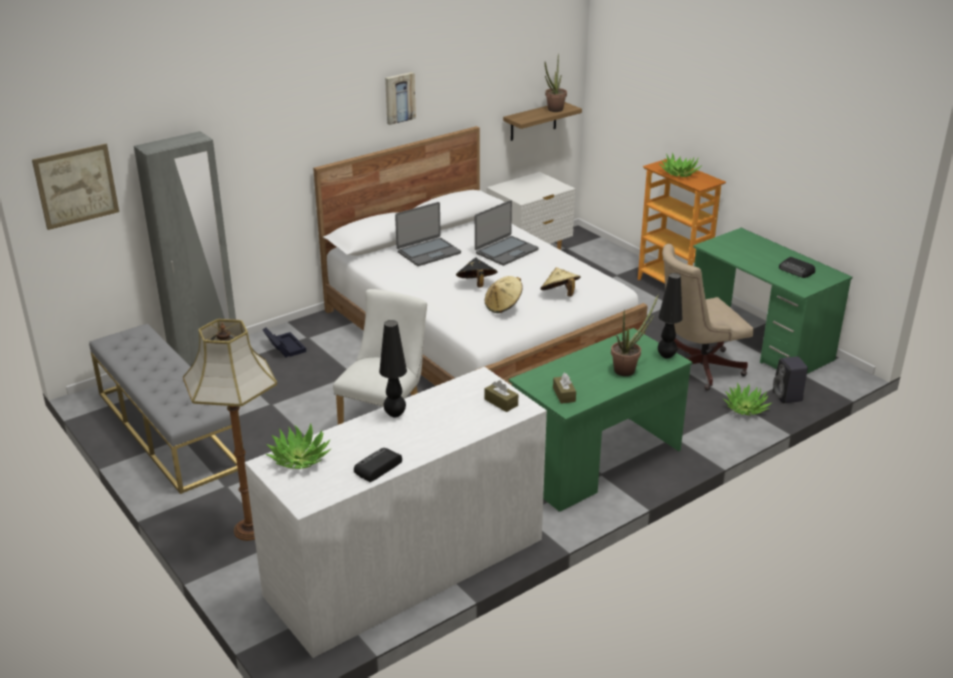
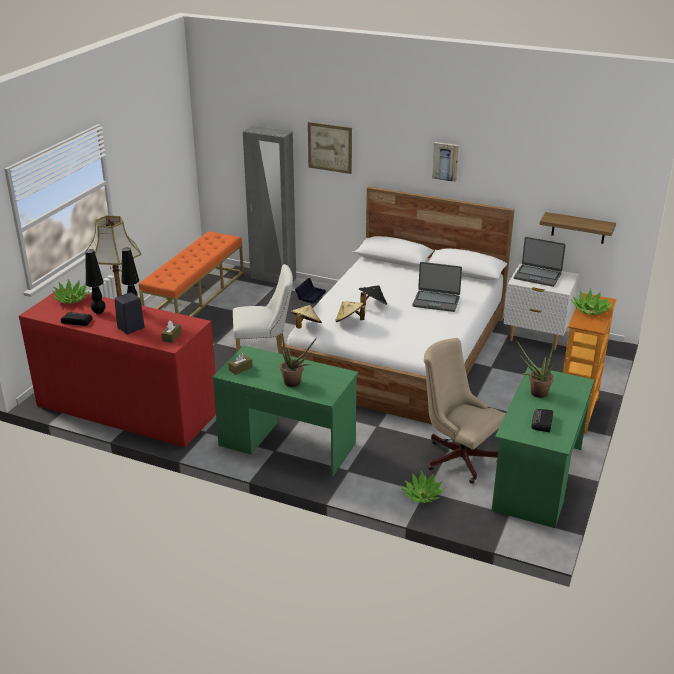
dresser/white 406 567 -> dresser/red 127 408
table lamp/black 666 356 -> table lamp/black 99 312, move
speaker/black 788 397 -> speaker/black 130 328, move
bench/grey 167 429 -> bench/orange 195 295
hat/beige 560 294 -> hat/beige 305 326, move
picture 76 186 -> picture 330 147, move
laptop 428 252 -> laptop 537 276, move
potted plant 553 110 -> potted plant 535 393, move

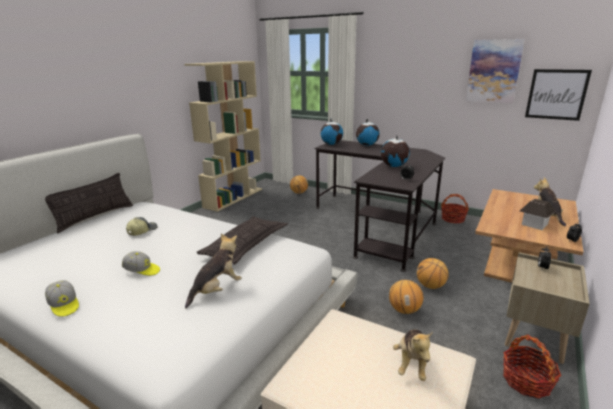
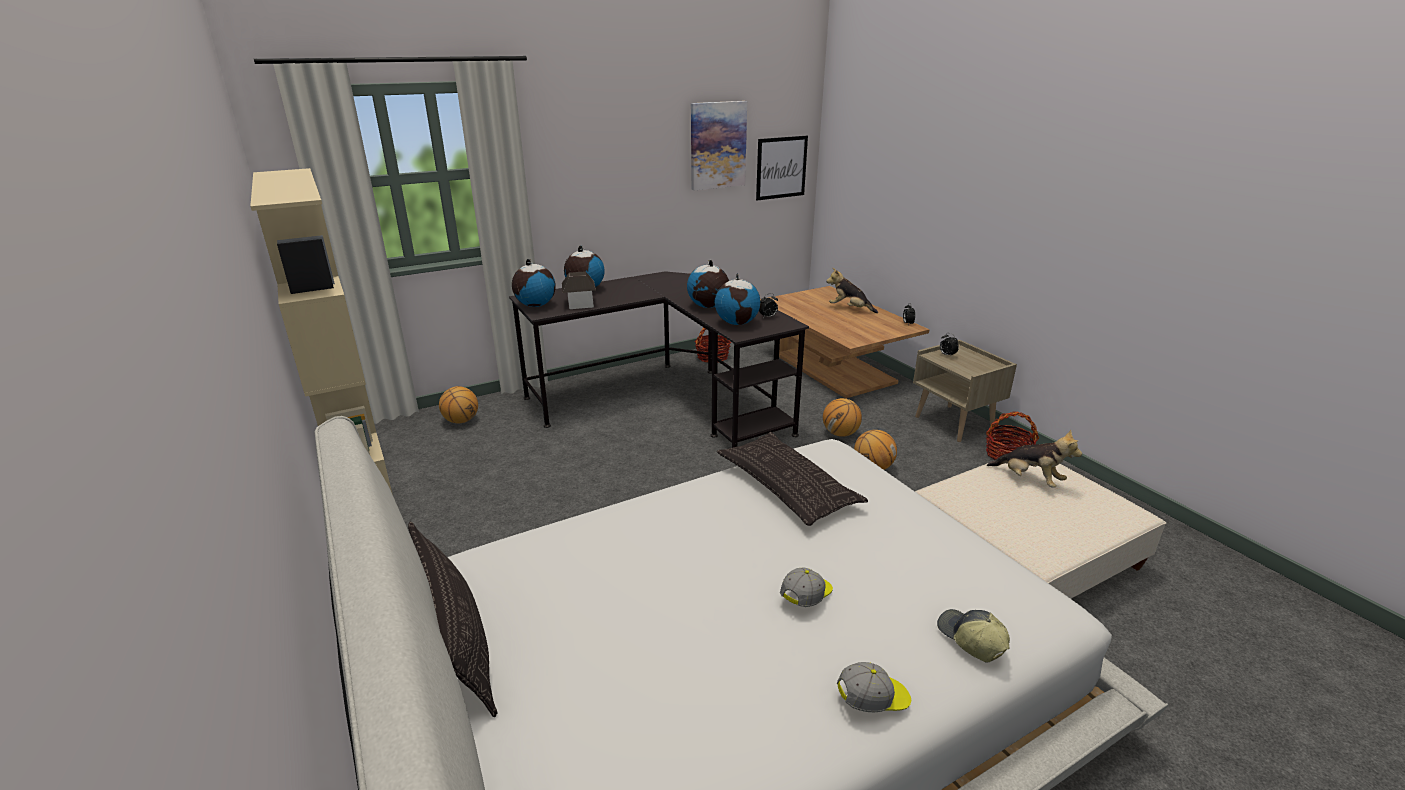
toy house 534 224 -> toy house 580 304, move
none -> globe 737 323
cap 142 231 -> cap 970 639, move
plush toy 217 290 -> none

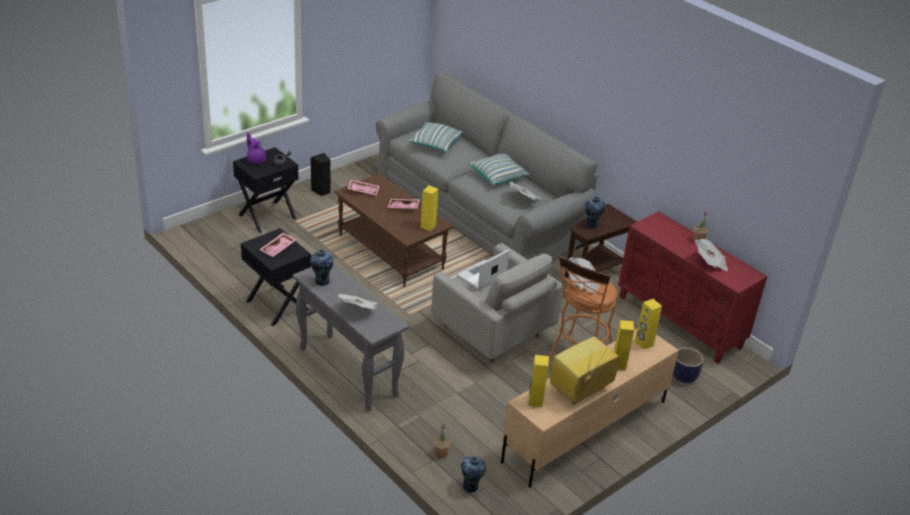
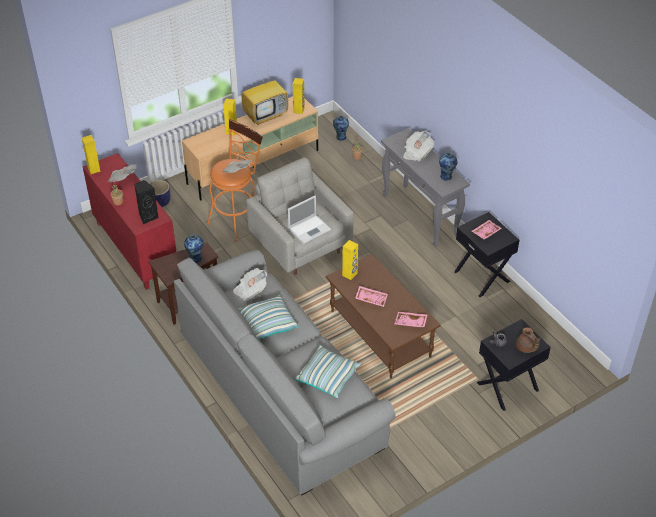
speaker/yellow 643 343 -> speaker/yellow 94 169, move
speaker/black 321 191 -> speaker/black 147 216, move
teapot/purple 256 160 -> teapot/brown 526 348

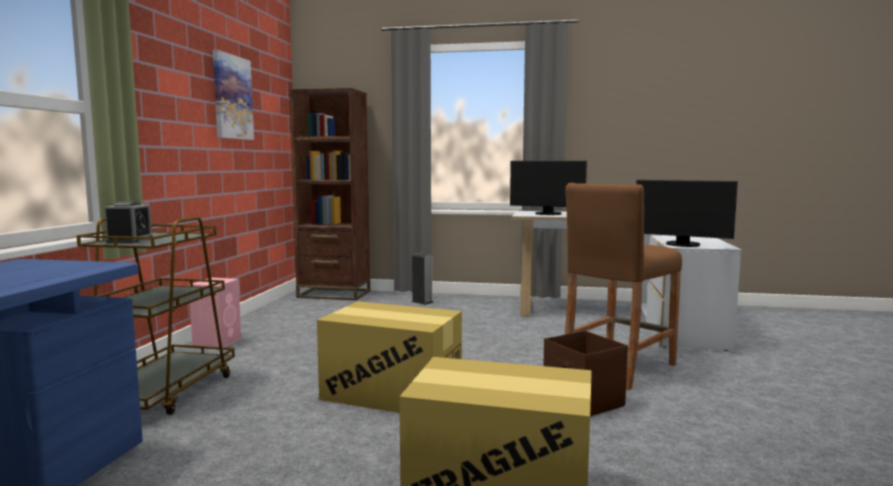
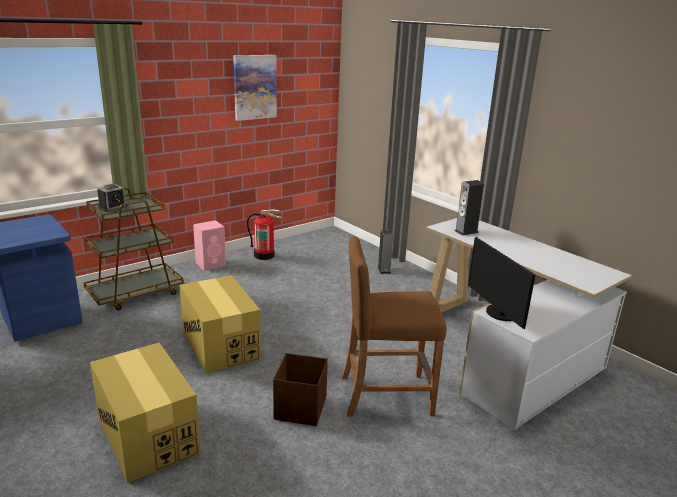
none -> fire extinguisher 264 255
monitor 547 214 -> speaker 466 231
bookcase/brown 334 294 -> none

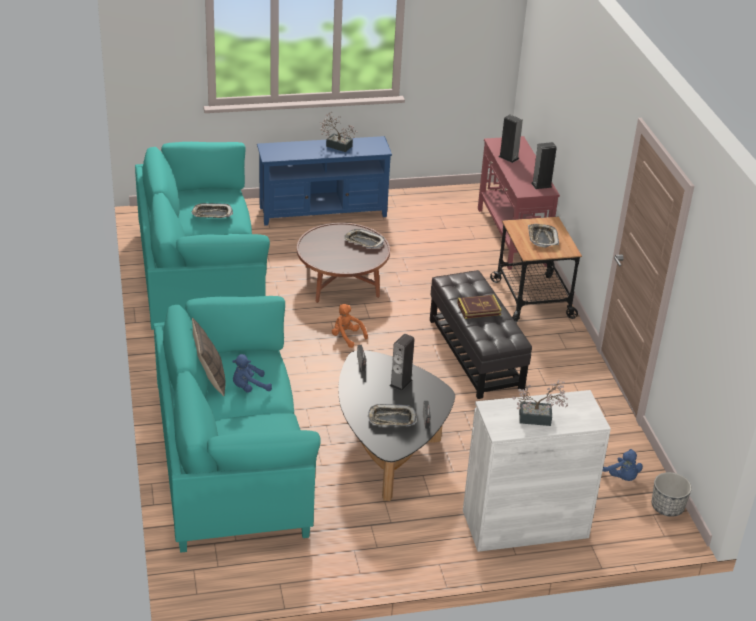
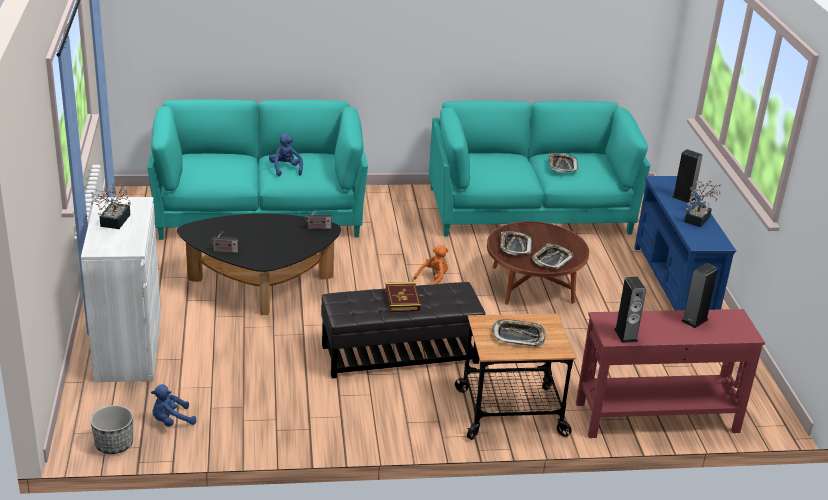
tray 391 419 -> tray 515 246, move
speaker 401 383 -> speaker 683 198, move
pillow 209 378 -> none

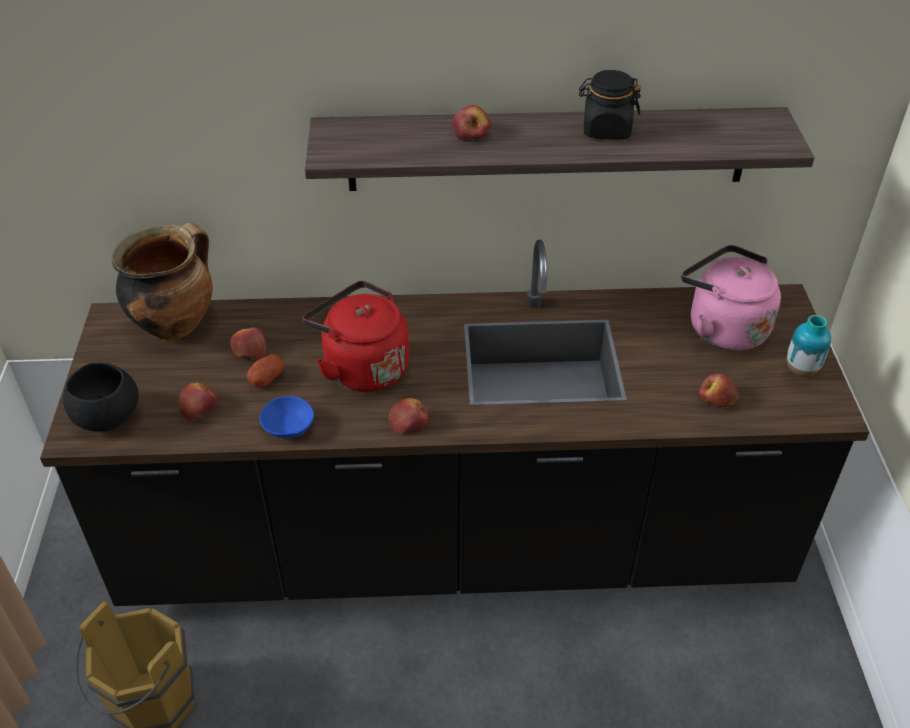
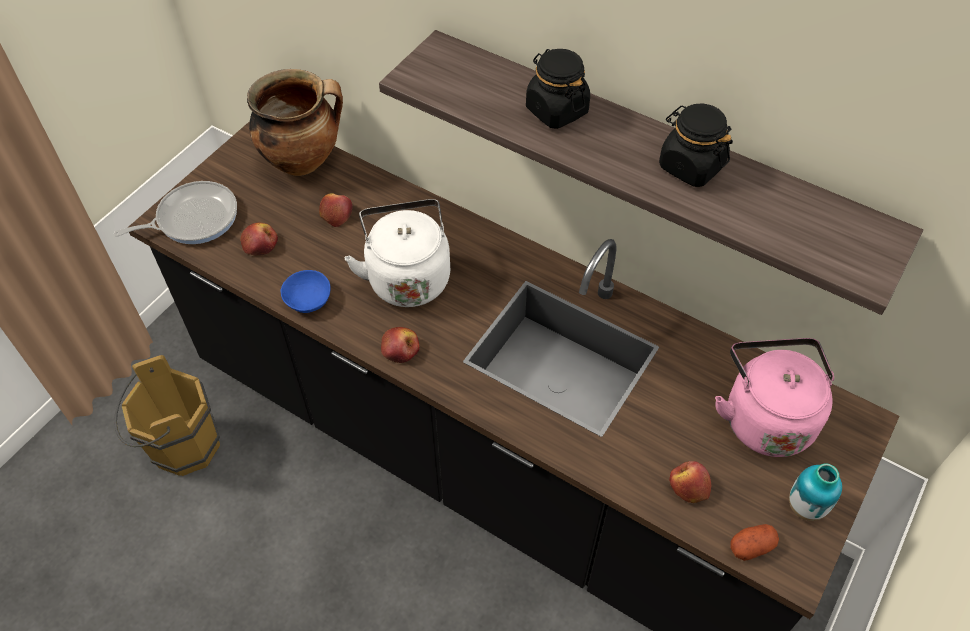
bowl/black 107 418 -> frying pan 193 218
kettle/red 362 367 -> kettle/white 407 276
apple 471 133 -> jar/black 556 110
potato 267 378 -> potato 751 546, move

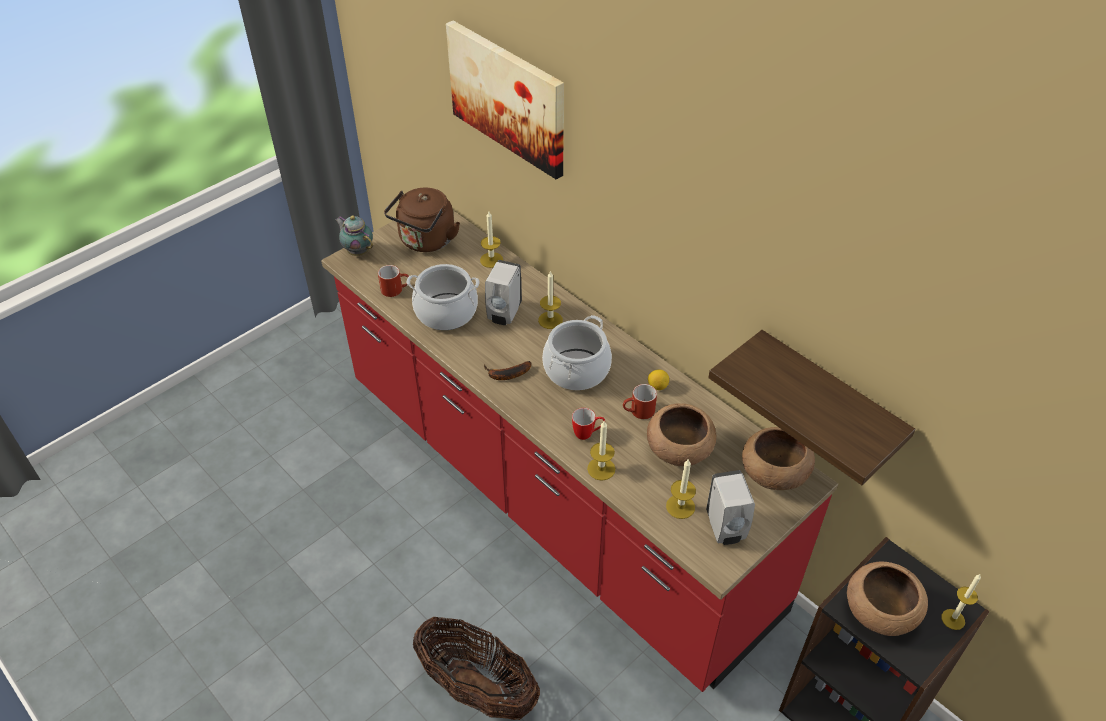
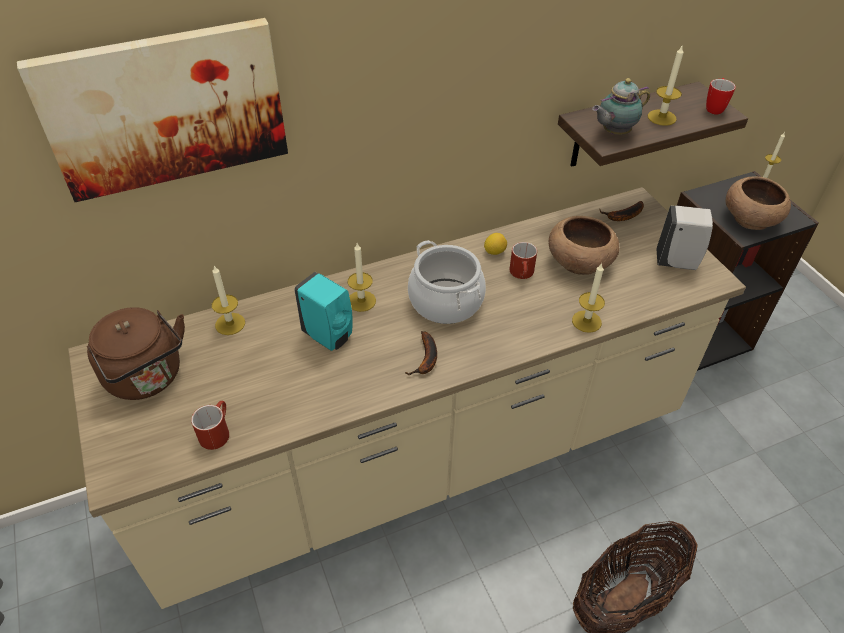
counter/red 553 494 -> counter/beige 420 458
soap dispenser/white 504 314 -> soap dispenser/turquoise 329 337
teapot 358 251 -> teapot 614 133, move
bowl/brown 773 473 -> banana 623 216
candle 680 506 -> candle 661 117, move
mug 588 434 -> mug 714 108, move
cooking pot 446 312 -> none

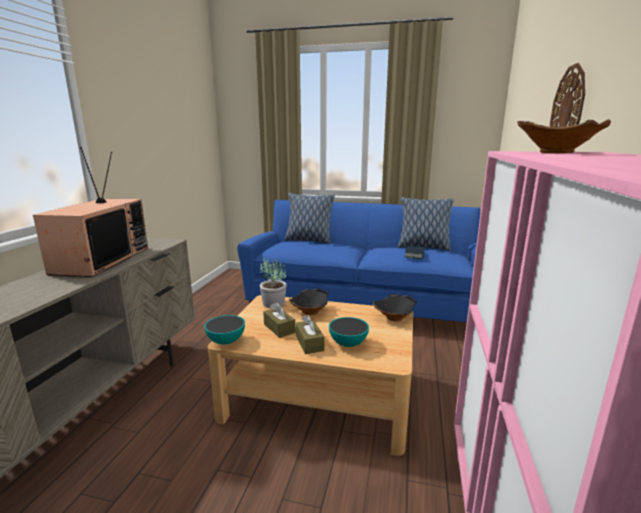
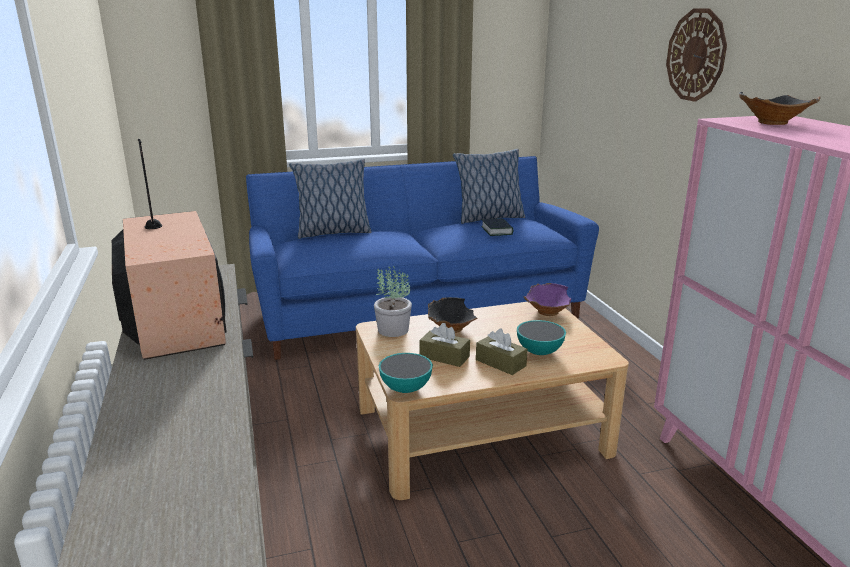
bowl/black 393 317 -> bowl/purple 546 312

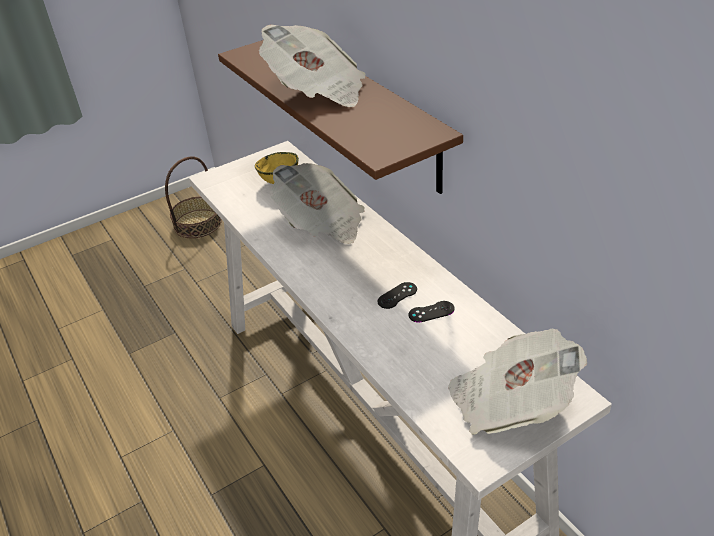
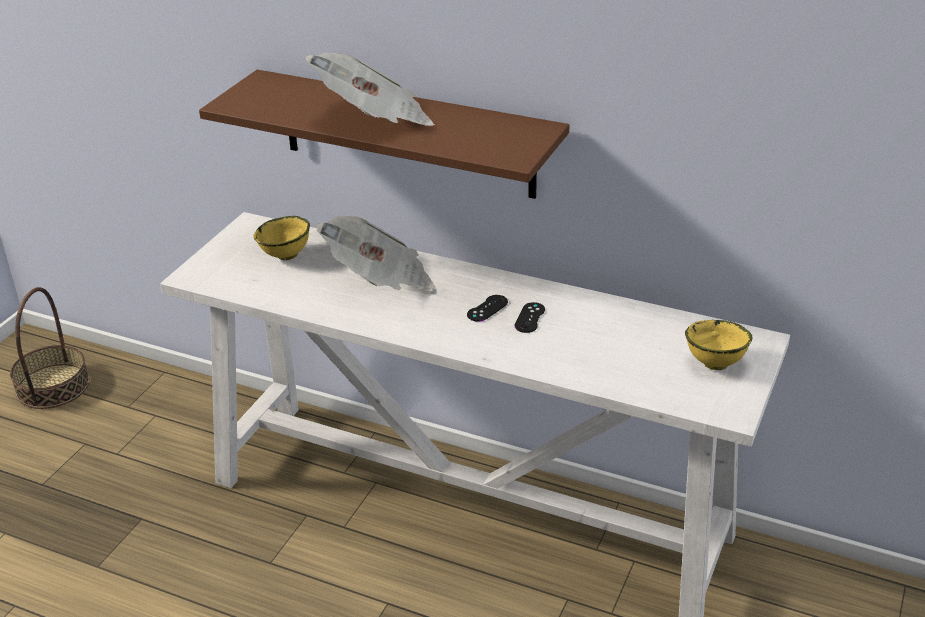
game controller/black 431 312 -> game controller/black 487 308, move
newspaper 510 402 -> bowl/yellow 713 363

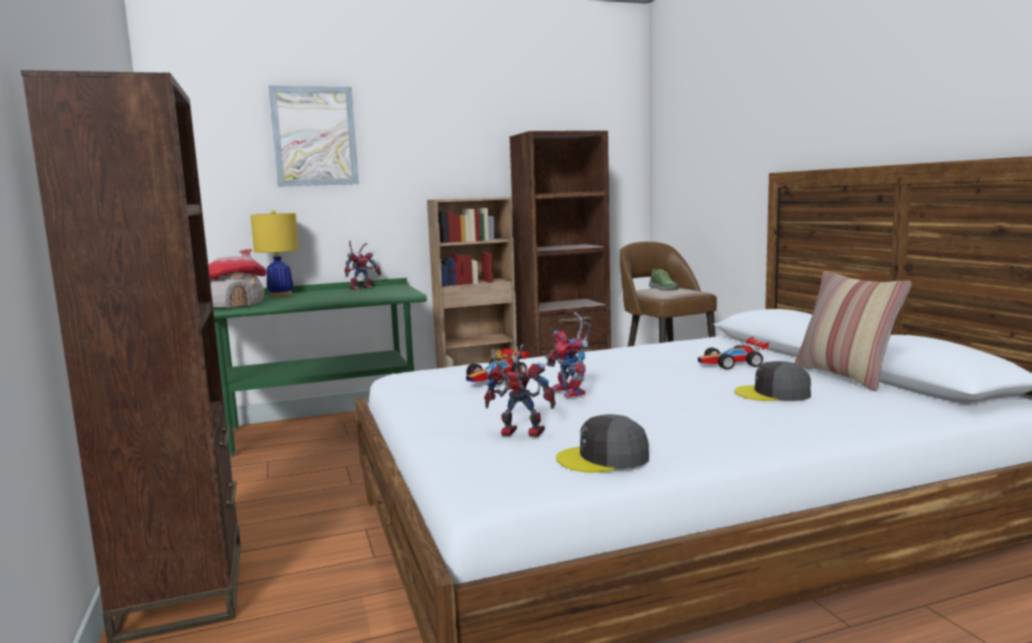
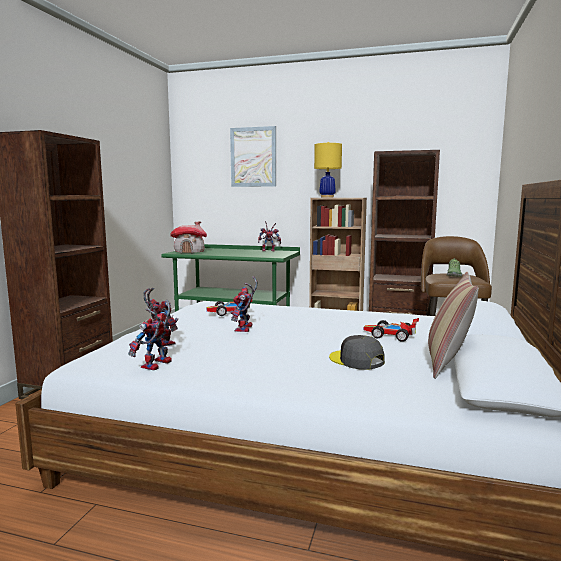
cap/grey 604 458 -> toy robot 156 366
table lamp/yellow 280 295 -> table lamp/yellow 327 197, move

